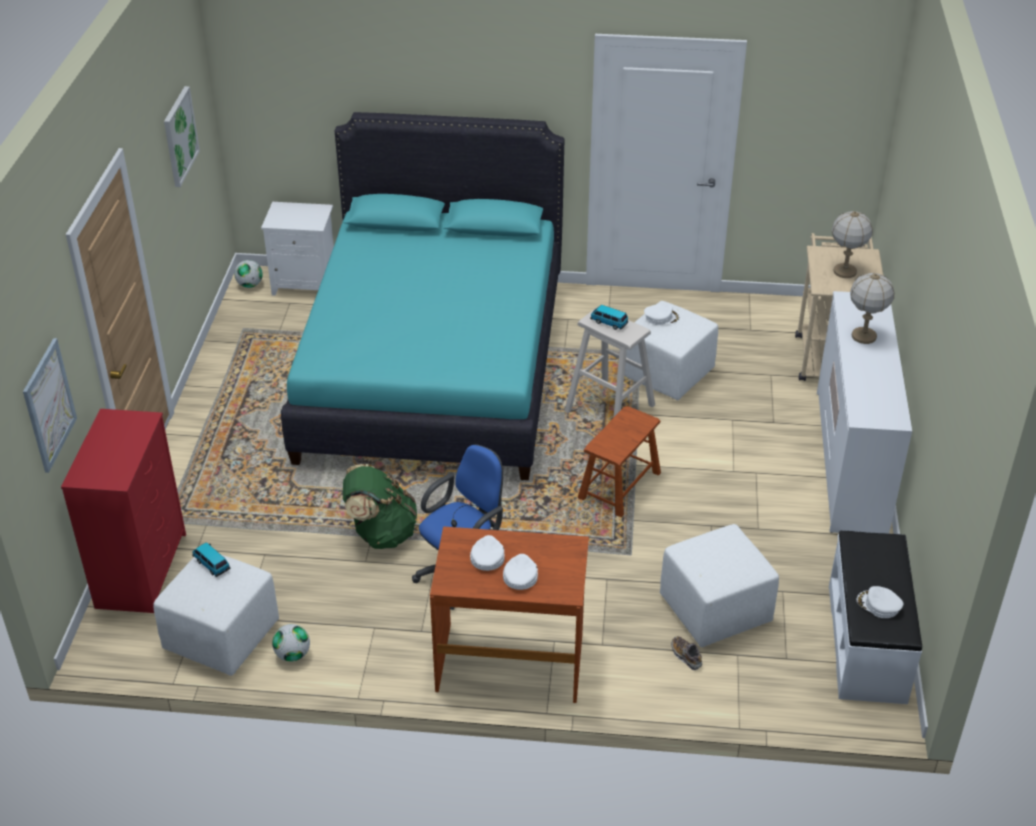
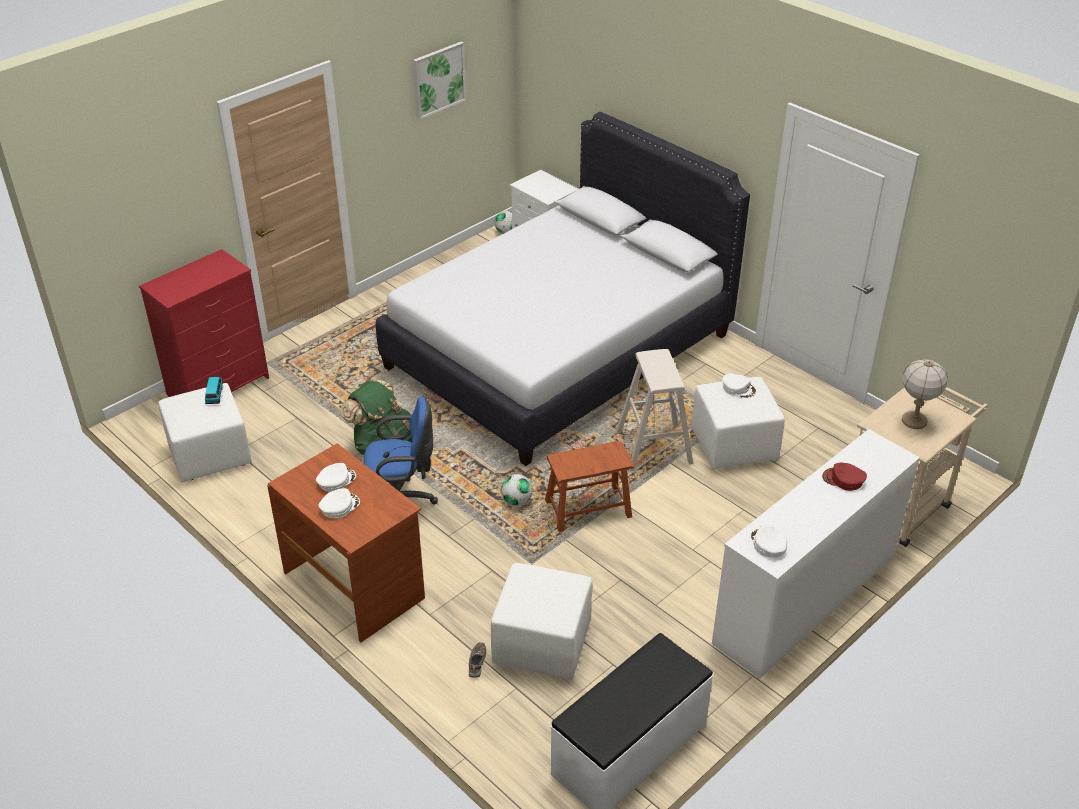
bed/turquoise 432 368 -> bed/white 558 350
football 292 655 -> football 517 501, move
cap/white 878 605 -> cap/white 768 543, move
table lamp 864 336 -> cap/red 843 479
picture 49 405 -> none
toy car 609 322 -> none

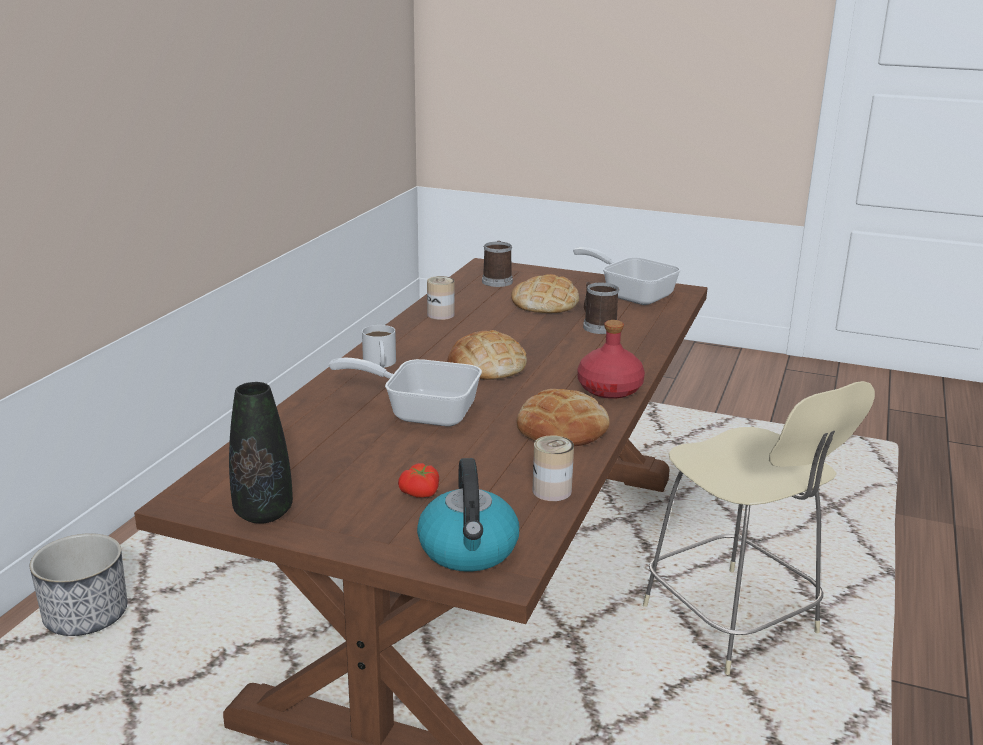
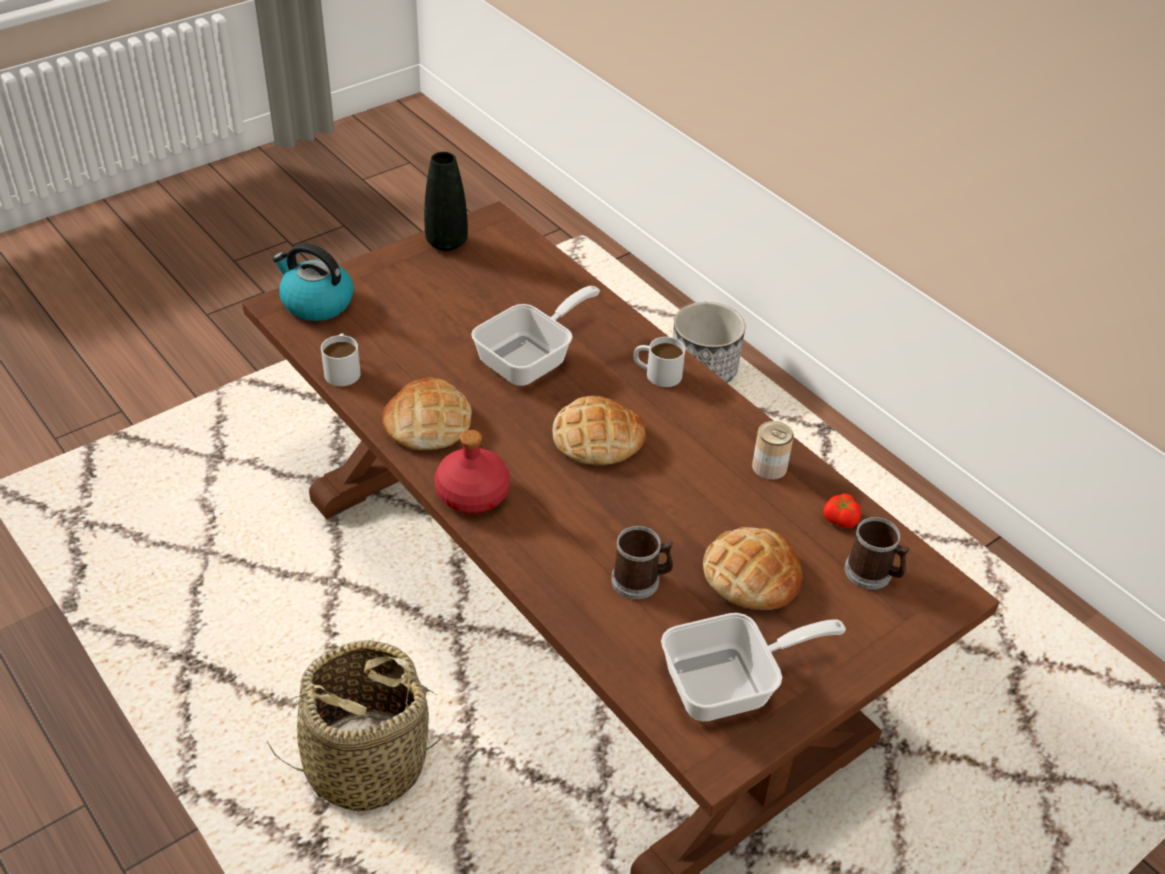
stool/beige 733 624 -> basket 365 762
can 551 491 -> mug/white 343 369
tomato 421 494 -> tomato 839 519, move

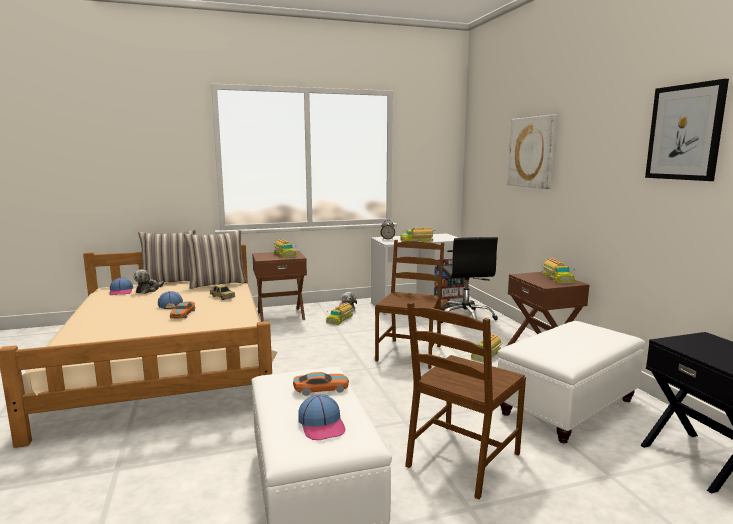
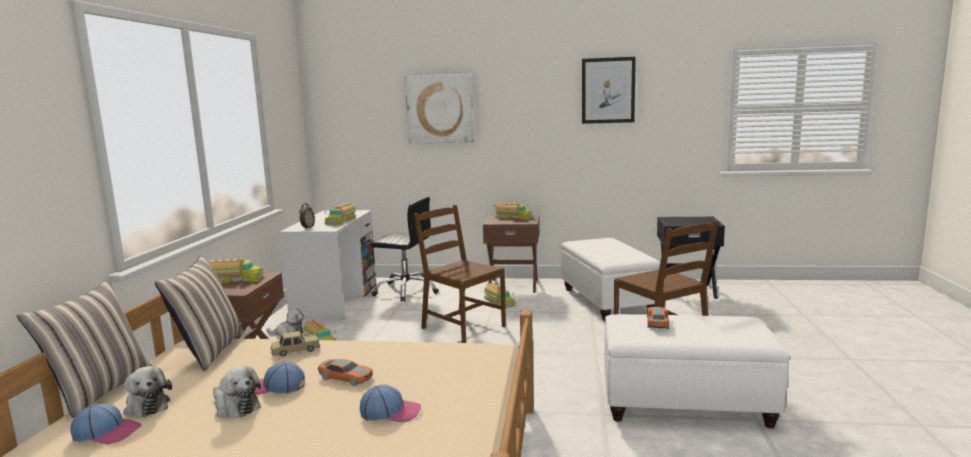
none -> plush toy 235 406
cap 322 425 -> cap 391 412, move

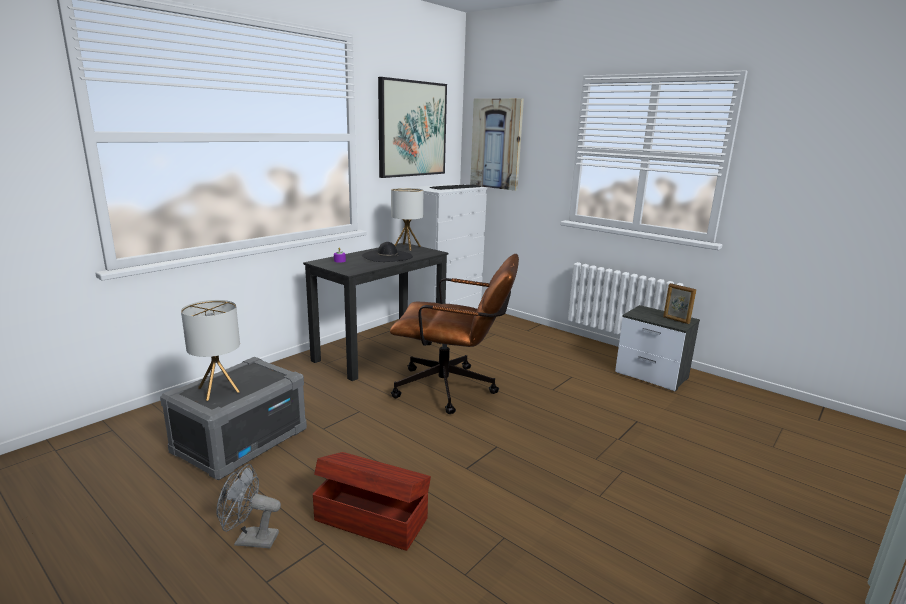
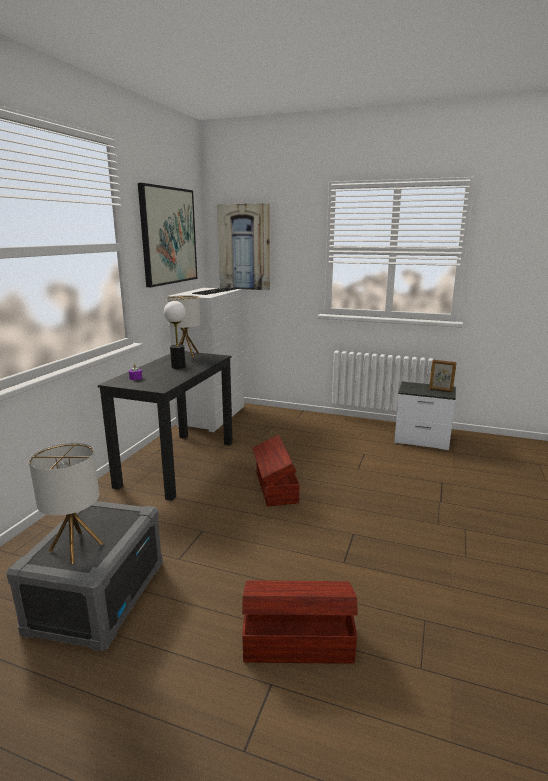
hat/black 387 256 -> table lamp 178 367
office chair/brown 453 389 -> storage box/brown 275 487
fan/grey 250 539 -> none

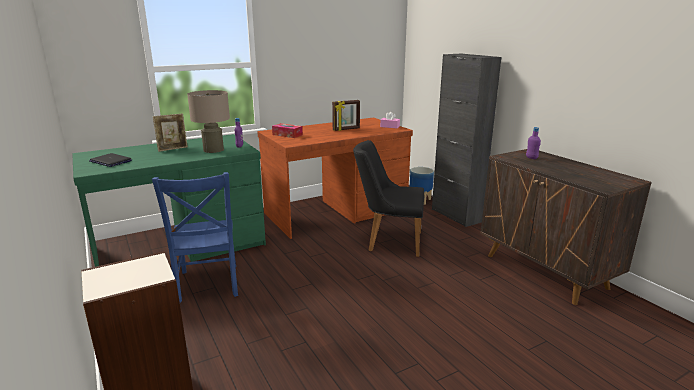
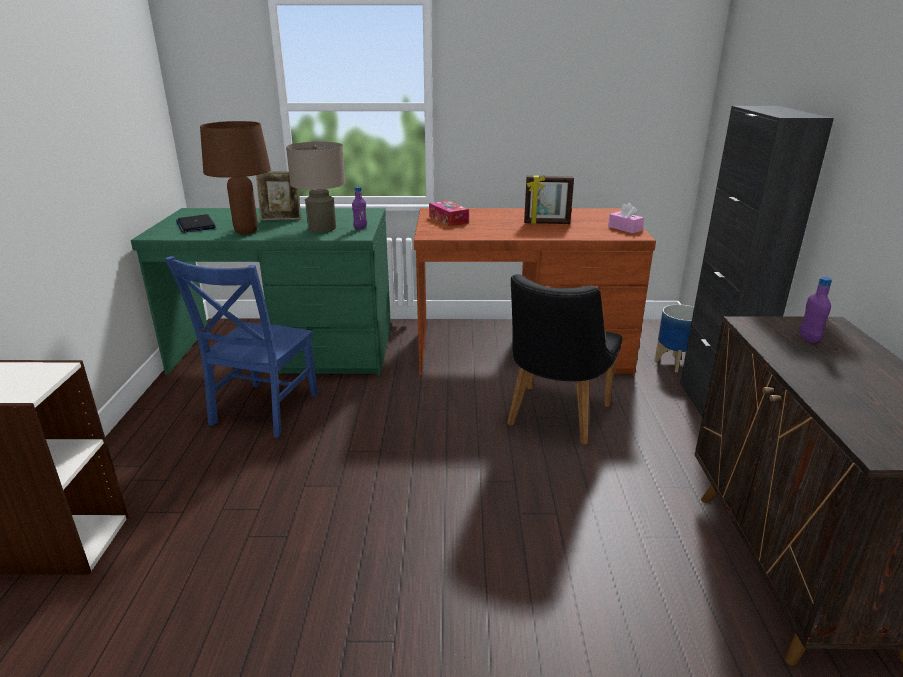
none -> table lamp/brown 247 232
chair/black 389 241 -> chair/black 554 419, 105 degrees counterclockwise

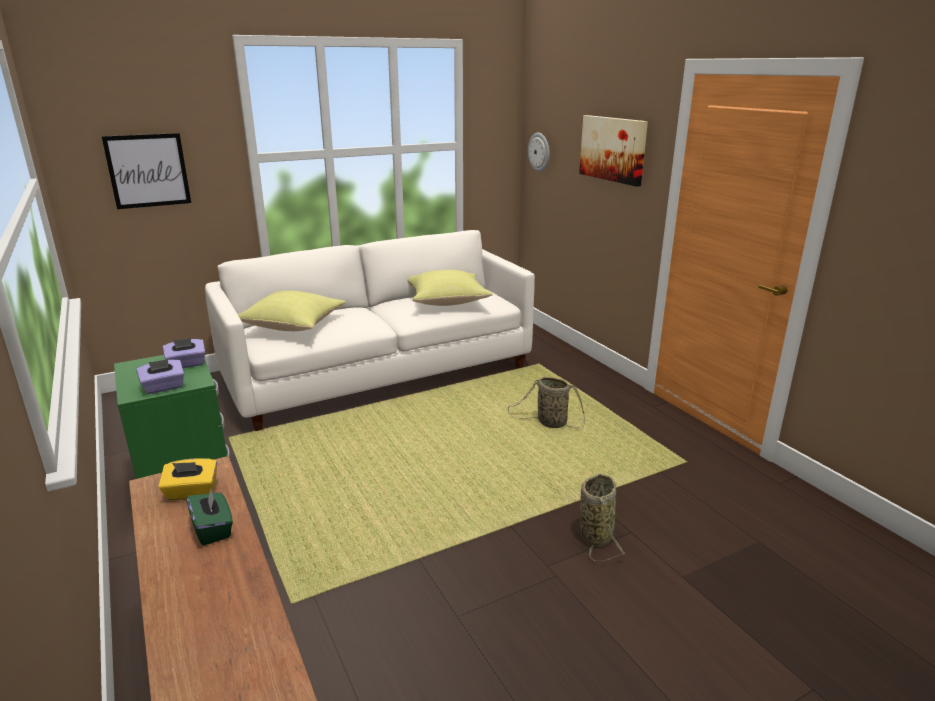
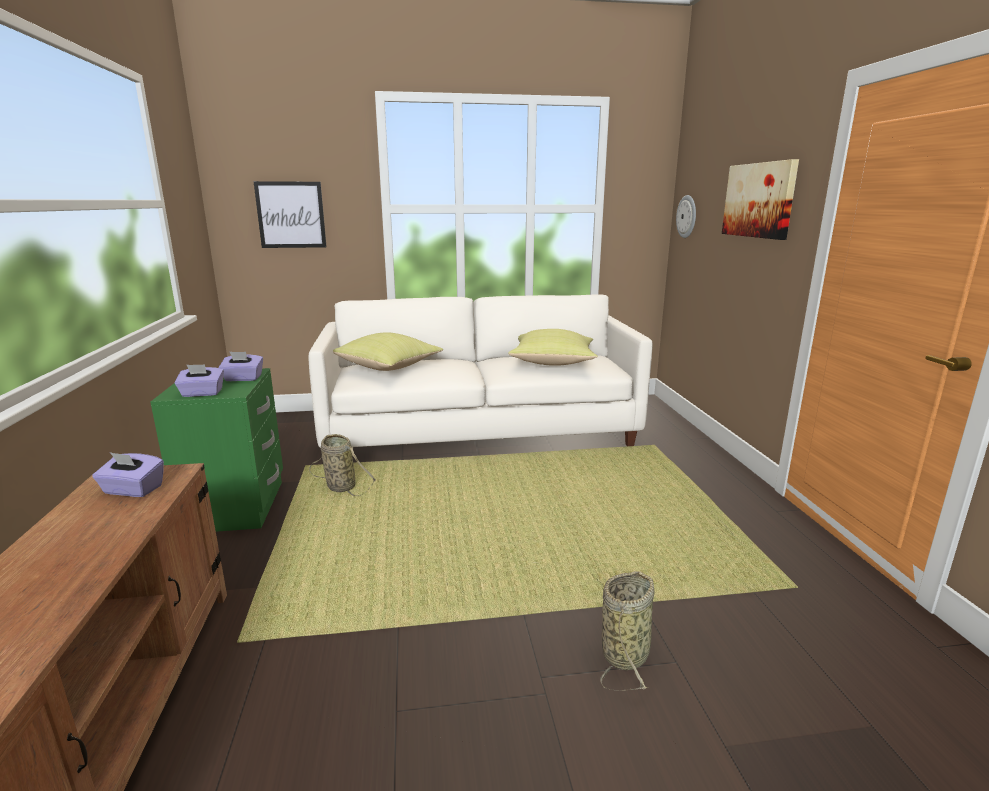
tissue box/yellow 192 493 -> tissue box/purple 133 490
basket 549 423 -> basket 339 486, move
tissue box/green 213 529 -> none

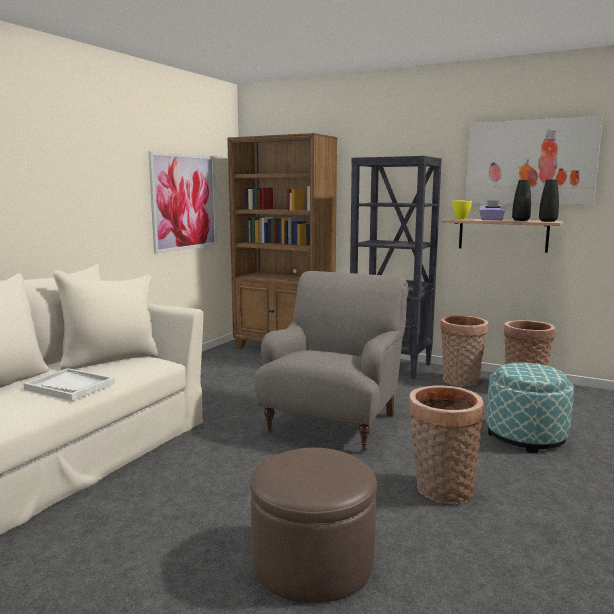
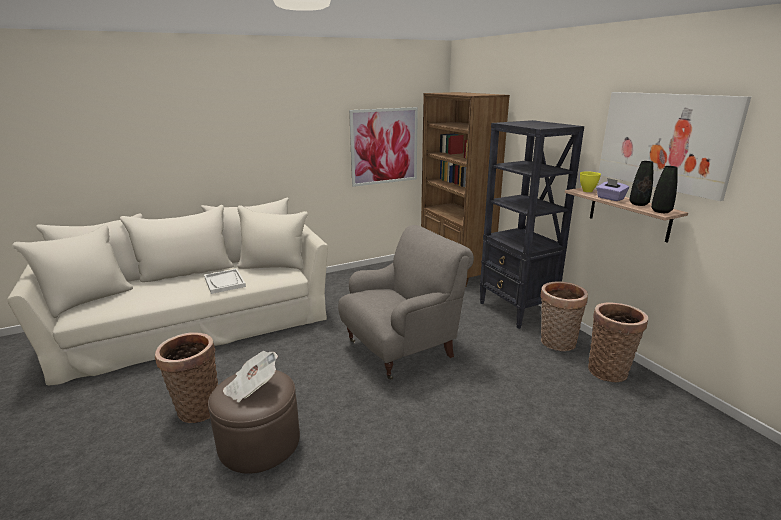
basket 441 490 -> basket 196 408, move
none -> newspaper 252 388
ottoman 526 436 -> none

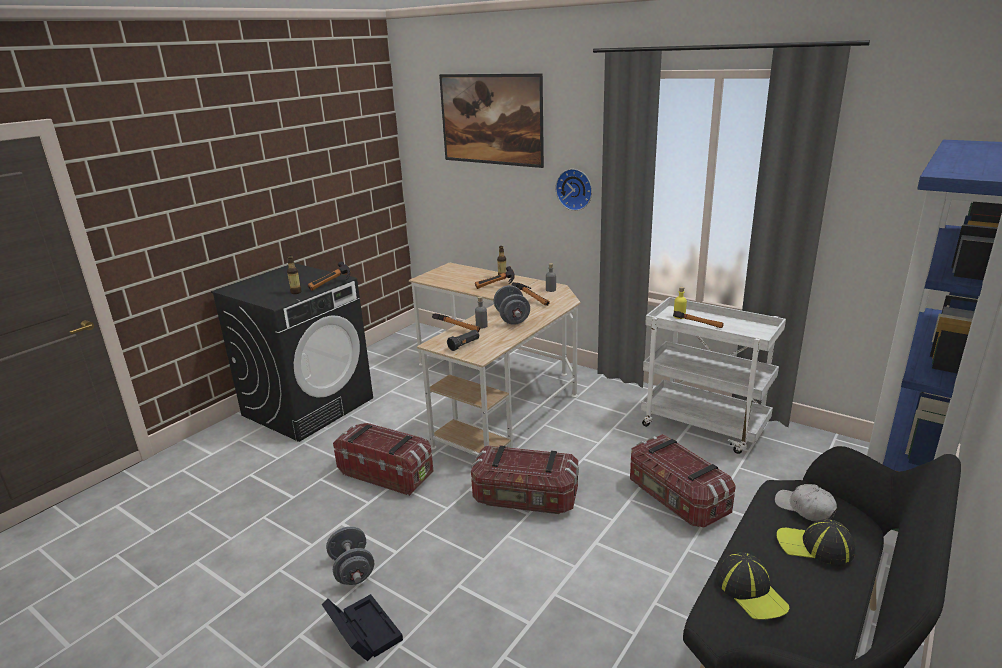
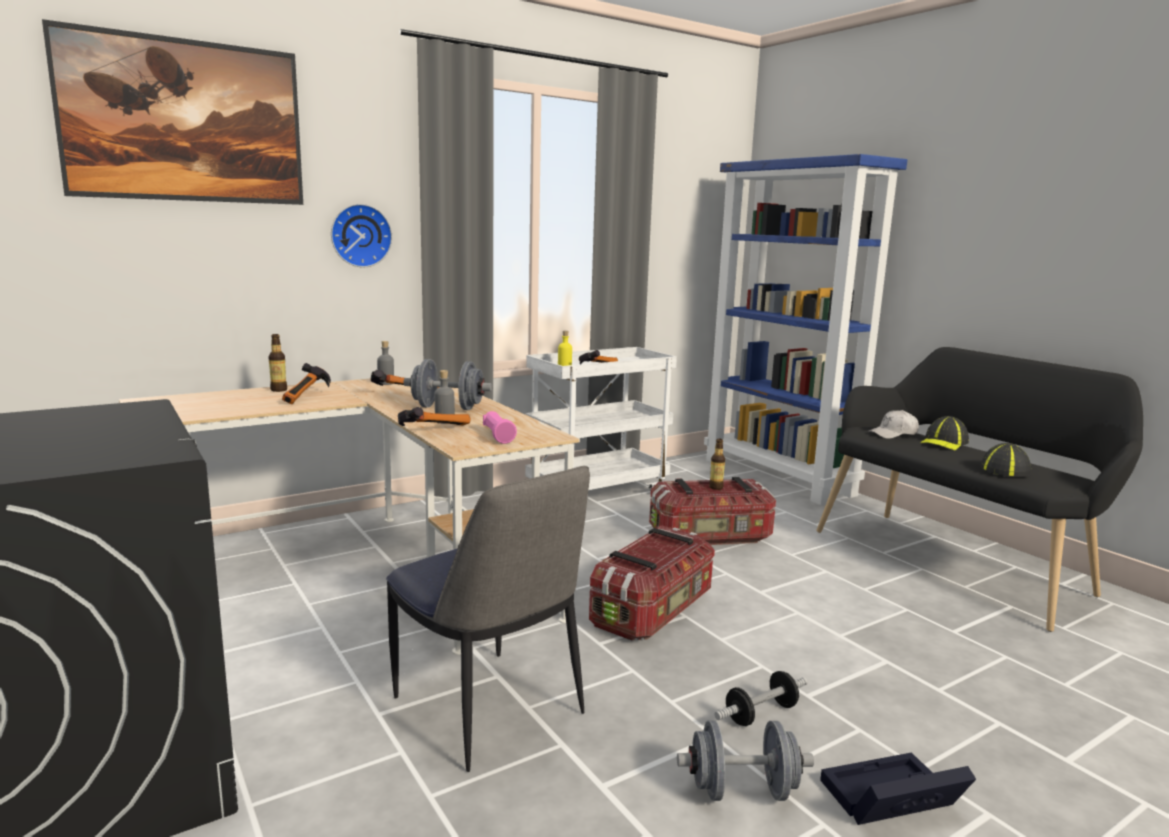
storage box 387 473 -> chair 490 709
flashlight/black 464 345 -> flashlight/pink 498 436
bottle 296 292 -> bottle 716 487, move
none -> dumbbell 761 713
cap 751 591 -> cap 1005 468, 60 degrees counterclockwise
hammer 331 285 -> none

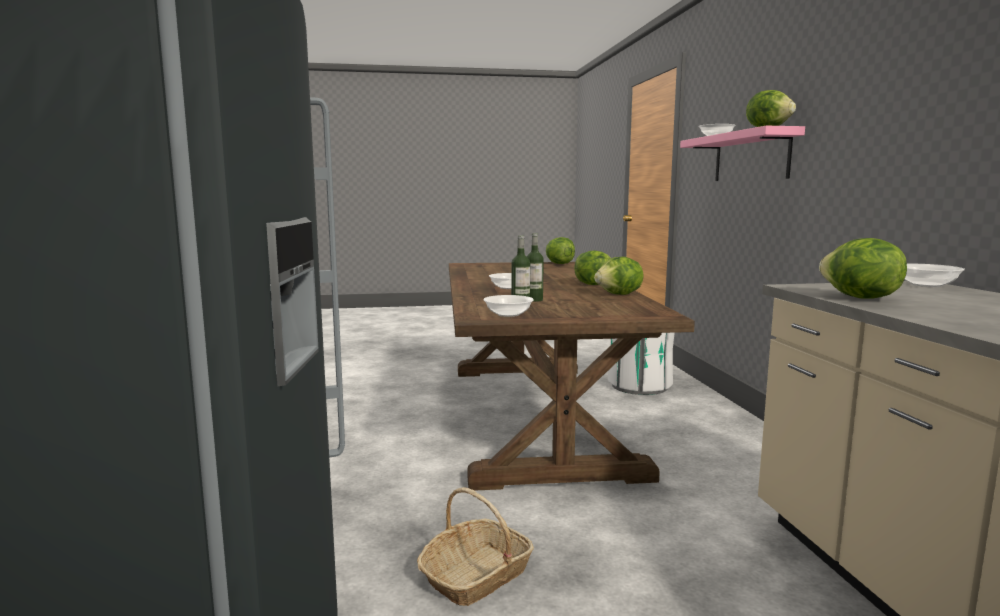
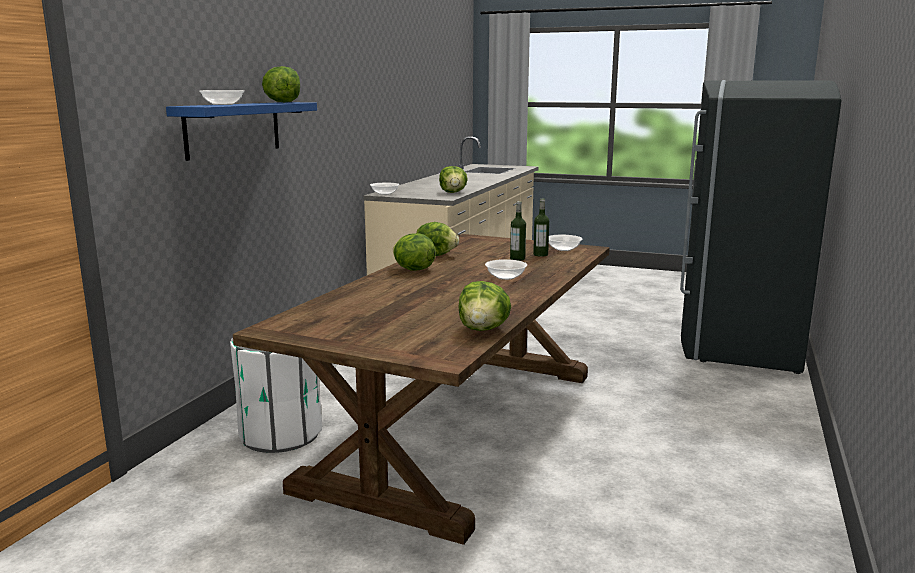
shelf/pink 750 157 -> shelf/blue 233 129
lettuce 559 264 -> lettuce 483 329, move
basket 476 576 -> none

